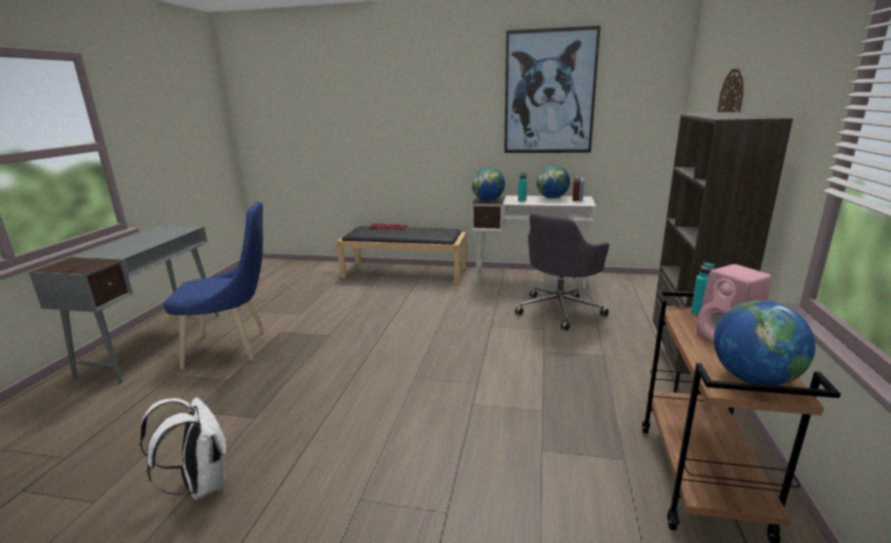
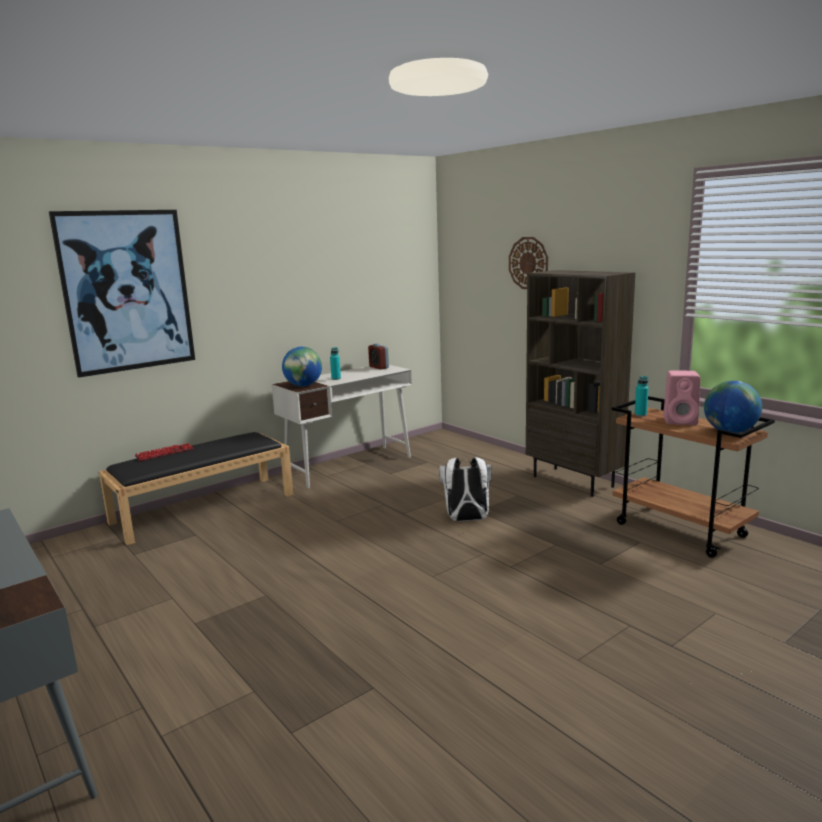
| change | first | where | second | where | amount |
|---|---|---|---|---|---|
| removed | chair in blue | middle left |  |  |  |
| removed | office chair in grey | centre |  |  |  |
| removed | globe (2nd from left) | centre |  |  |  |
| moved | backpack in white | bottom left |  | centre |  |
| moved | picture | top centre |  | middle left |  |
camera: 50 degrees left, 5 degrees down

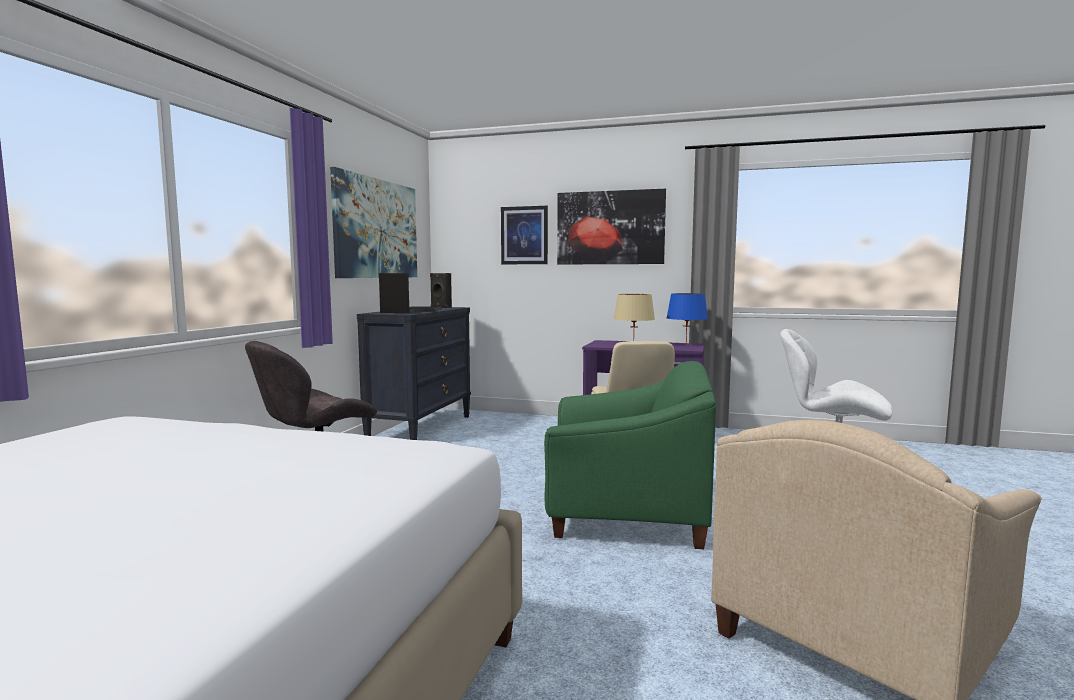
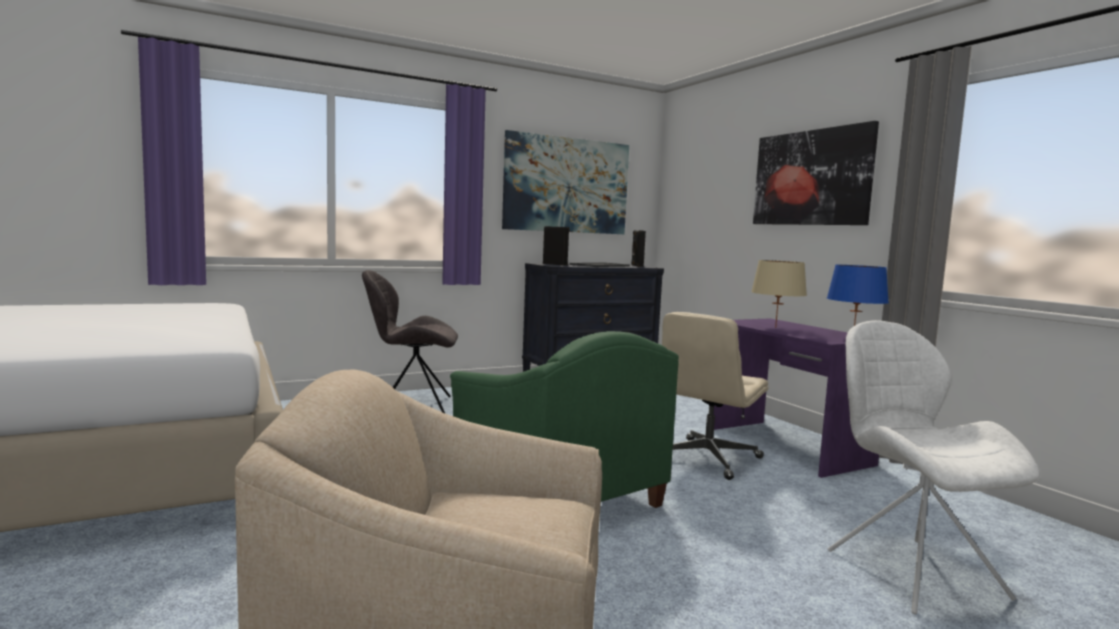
| change | first | where | second | where | amount |
|---|---|---|---|---|---|
| removed | picture (2nd from left) | centre |  |  |  |
camera: 45 degrees right, 0 degrees up

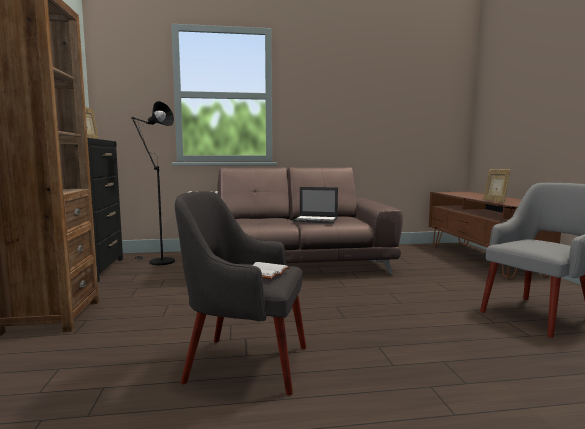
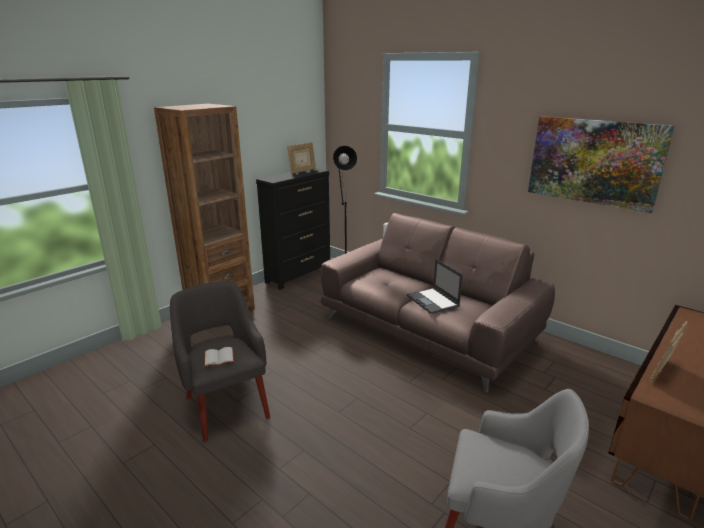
| change | first | where | second | where | amount |
|---|---|---|---|---|---|
| added |  |  | picture | top right |  |
camera: 50 degrees right, 15 degrees up

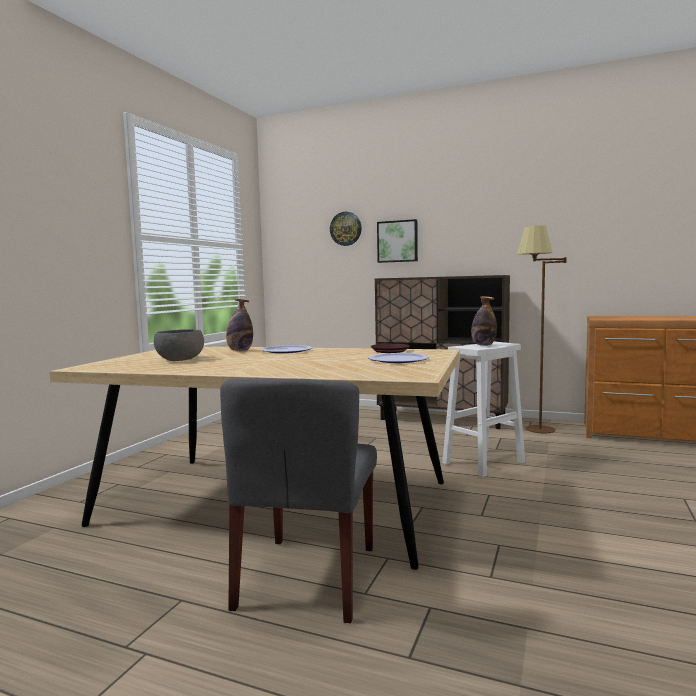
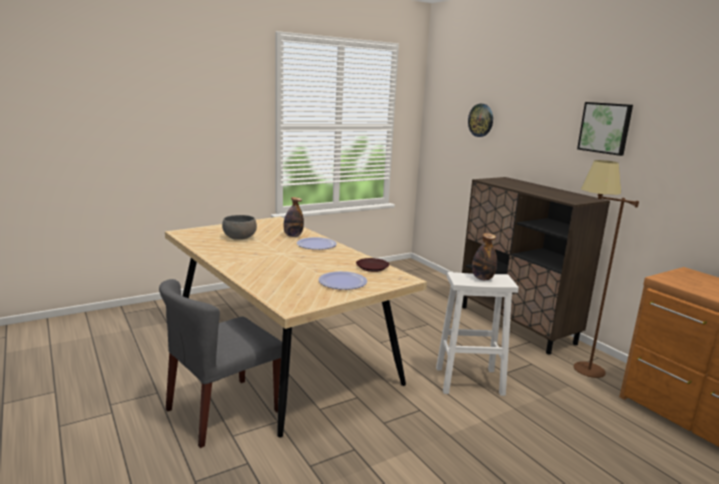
| change | first | where | second | where | amount |
|---|---|---|---|---|---|
| moved | picture | centre |  | top right |  |
camera: 35 degrees right, 10 degrees up

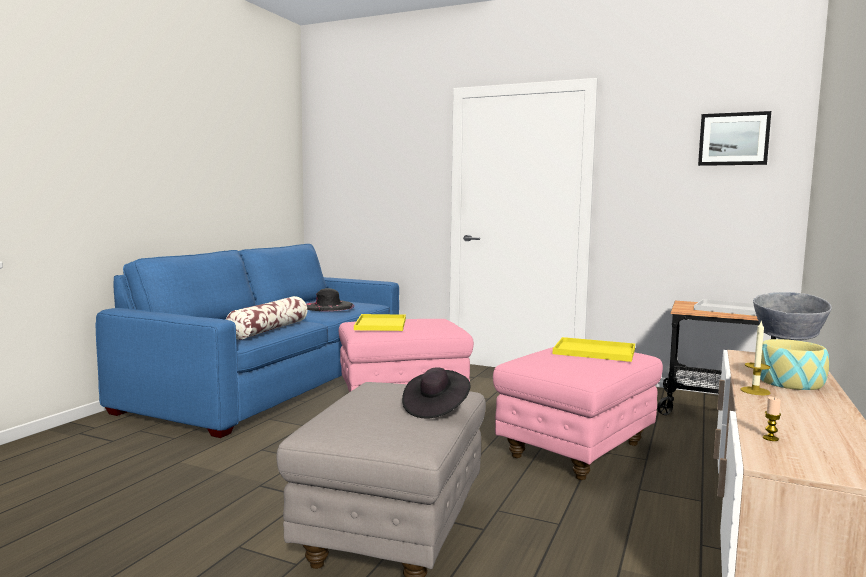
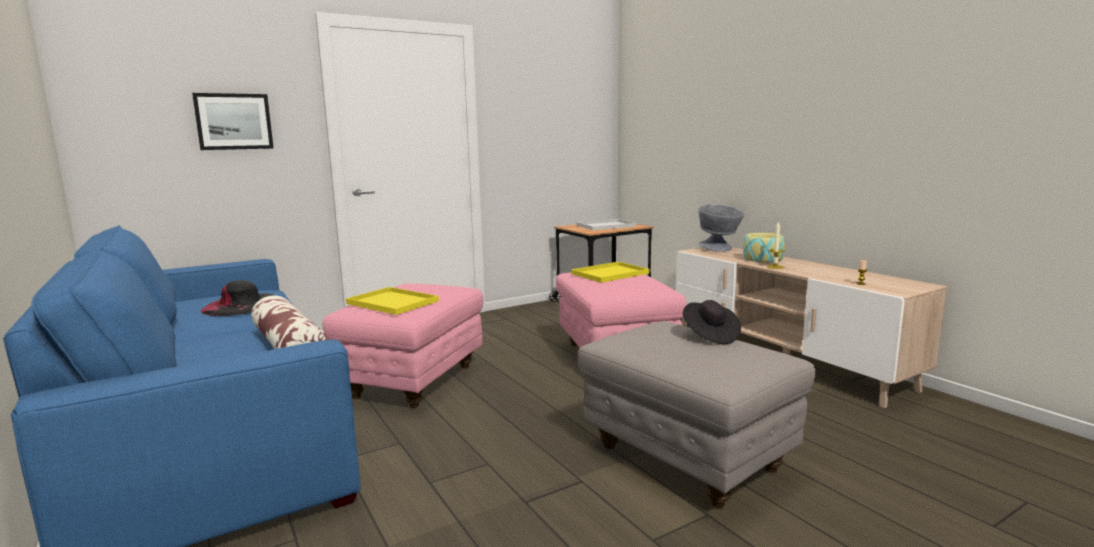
| change | first | where | second | where | amount |
|---|---|---|---|---|---|
| moved | picture | top right |  | top left |  |
camera: 55 degrees left, 5 degrees up

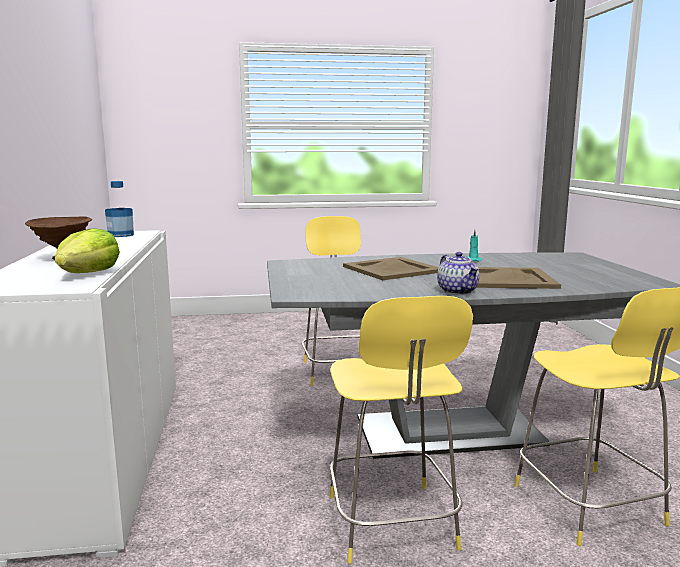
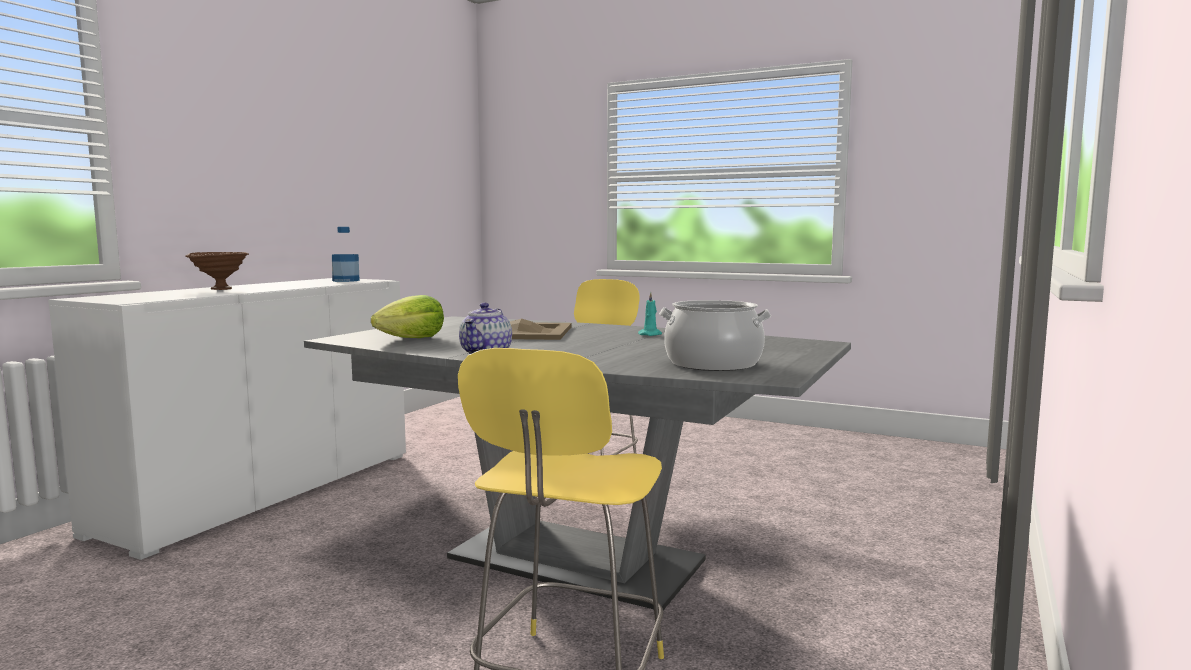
| change | first | where | second | where | amount |
|---|---|---|---|---|---|
| removed | stool in yellow (2nd from left) | bottom centre |  |  |  |
| removed | tray in beige (2nd from left) | middle right |  |  |  |
| added |  |  | cooking pot | centre |  |
| moved | lettuce | middle left |  | centre |  |
camera: 35 degrees right, 5 degrees down

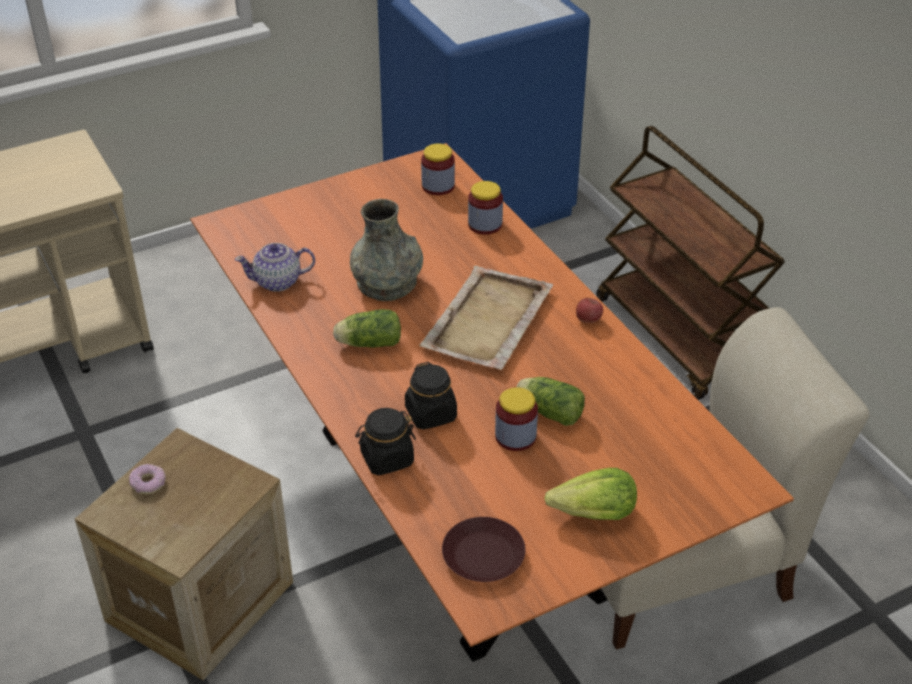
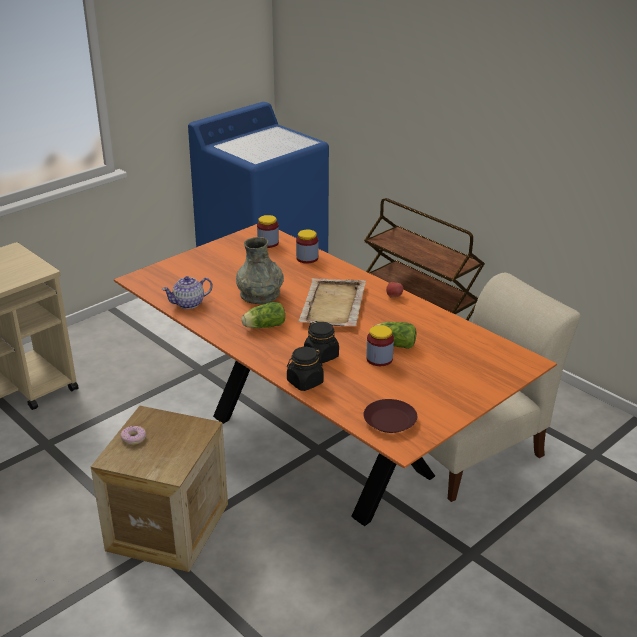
| change | first | where | second | where | amount |
|---|---|---|---|---|---|
| removed | lettuce (3rd from left) | bottom centre |  |  |  |
camera: 15 degrees left, 10 degrees down

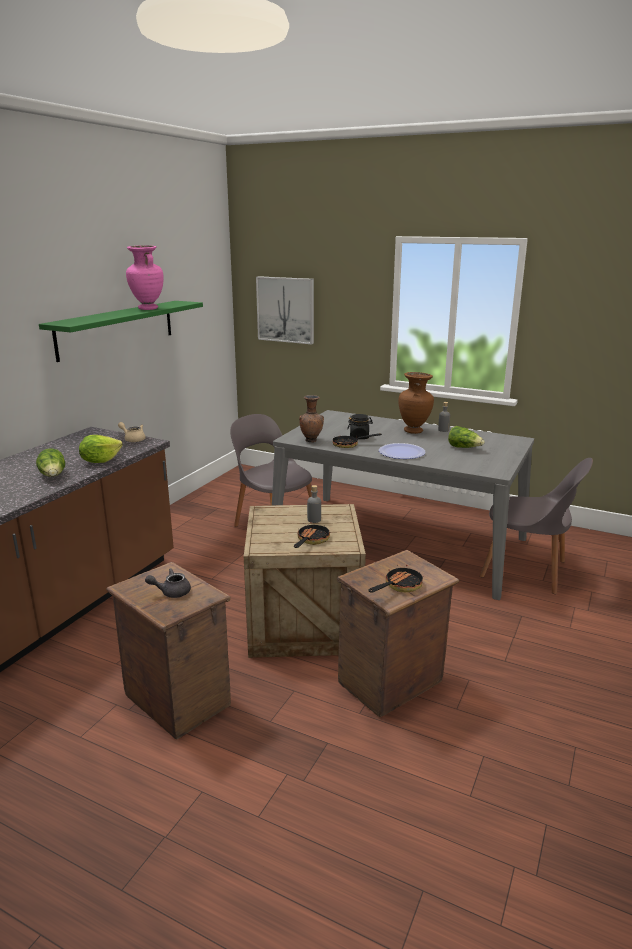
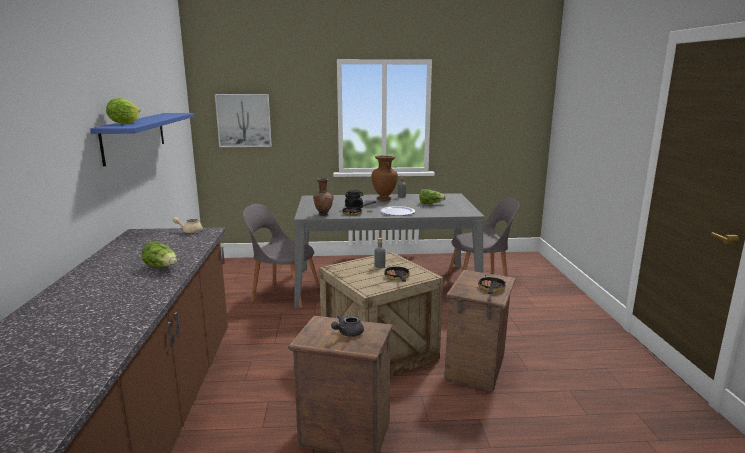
| change | first | where | second | where | amount |
|---|---|---|---|---|---|
| removed | vase in pink | top left |  |  |  |
| moved | lettuce (2nd from left in the first image) | middle left | lettuce (1st from left) | top left |  |
| recoloured | shelf in green | middle left | shelf in blue | top left |  |
camera: 30 degrees left, 5 degrees down

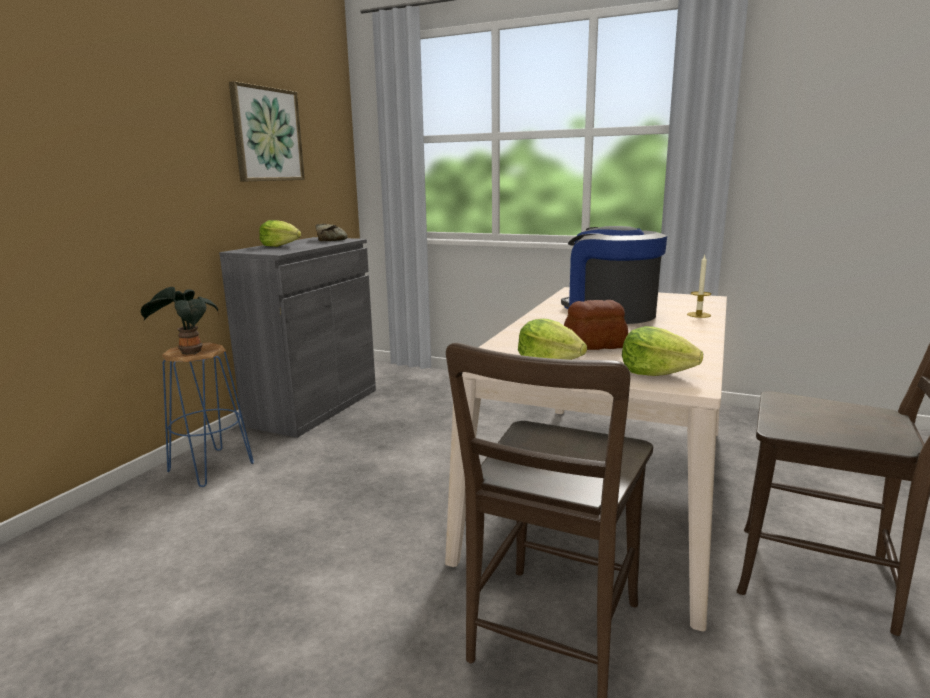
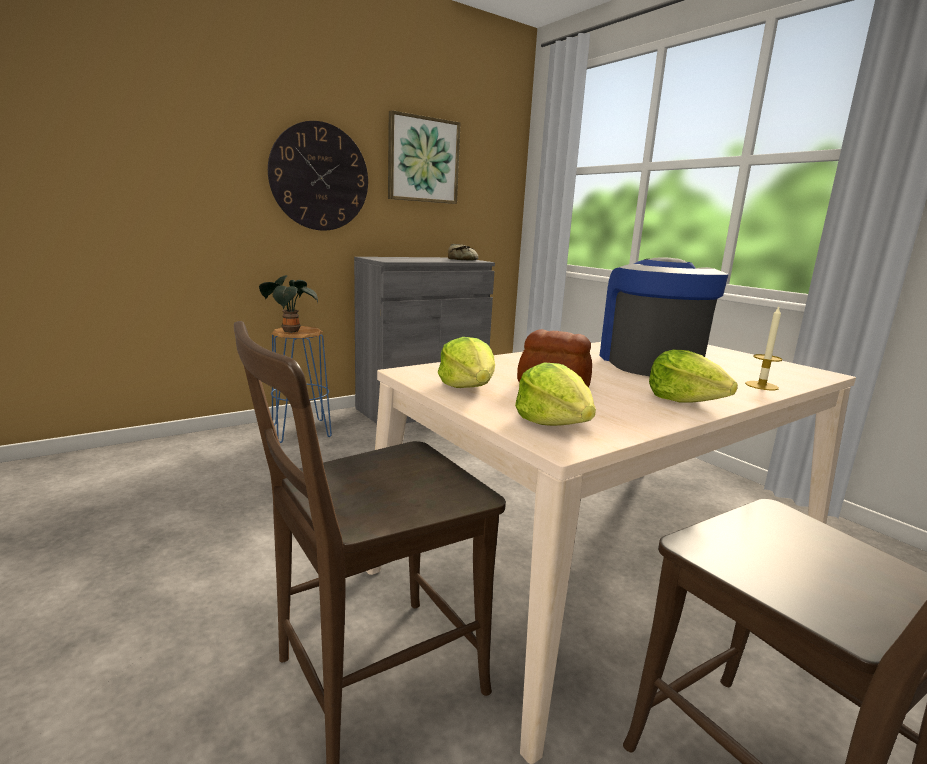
| change | first | where | second | where | amount |
|---|---|---|---|---|---|
| added |  |  | wall clock | top centre |  |
| moved | lettuce (1st from left in the first image) | middle left | lettuce (3rd from left) | middle right |  |
camera: 30 degrees right, 0 degrees up

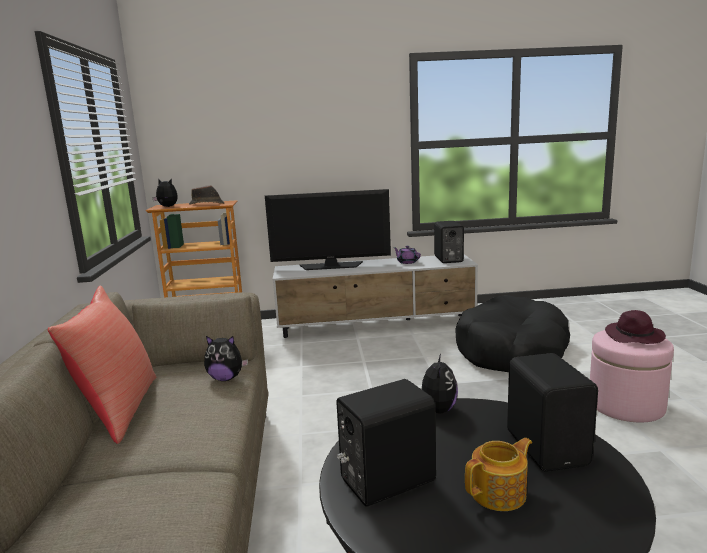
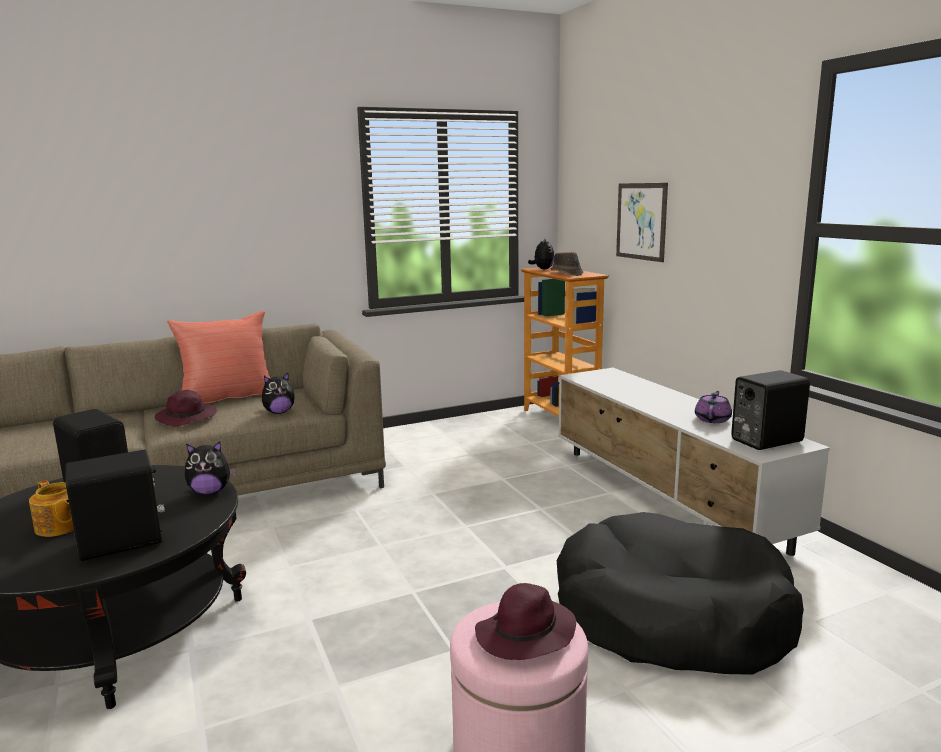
| change | first | where | second | where | amount |
|---|---|---|---|---|---|
| removed | television | centre |  |  |  |
| added |  |  | hat in purple (1st from left) | middle left |  |
| added |  |  | picture | top right |  |
| turned | plush toy (2nd from left) | middle left |  | middle left | 105 degrees counterclockwise |
camera: 70 degrees right, 0 degrees up

